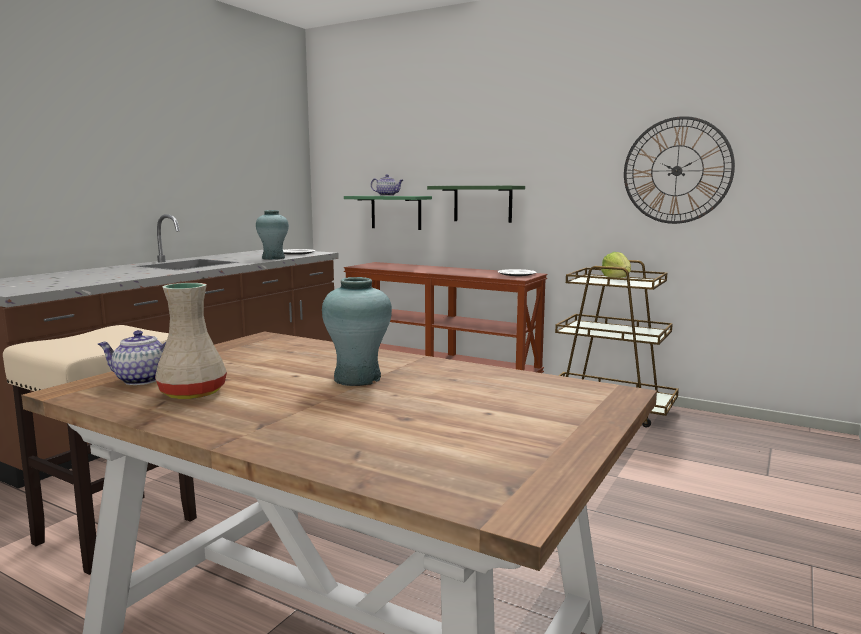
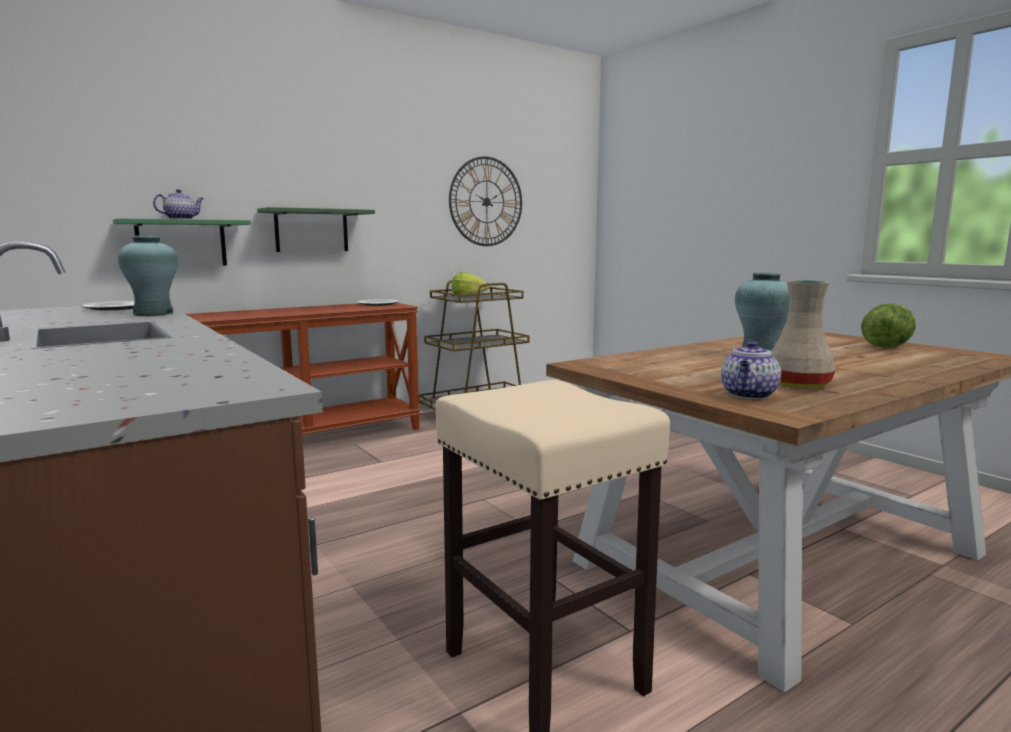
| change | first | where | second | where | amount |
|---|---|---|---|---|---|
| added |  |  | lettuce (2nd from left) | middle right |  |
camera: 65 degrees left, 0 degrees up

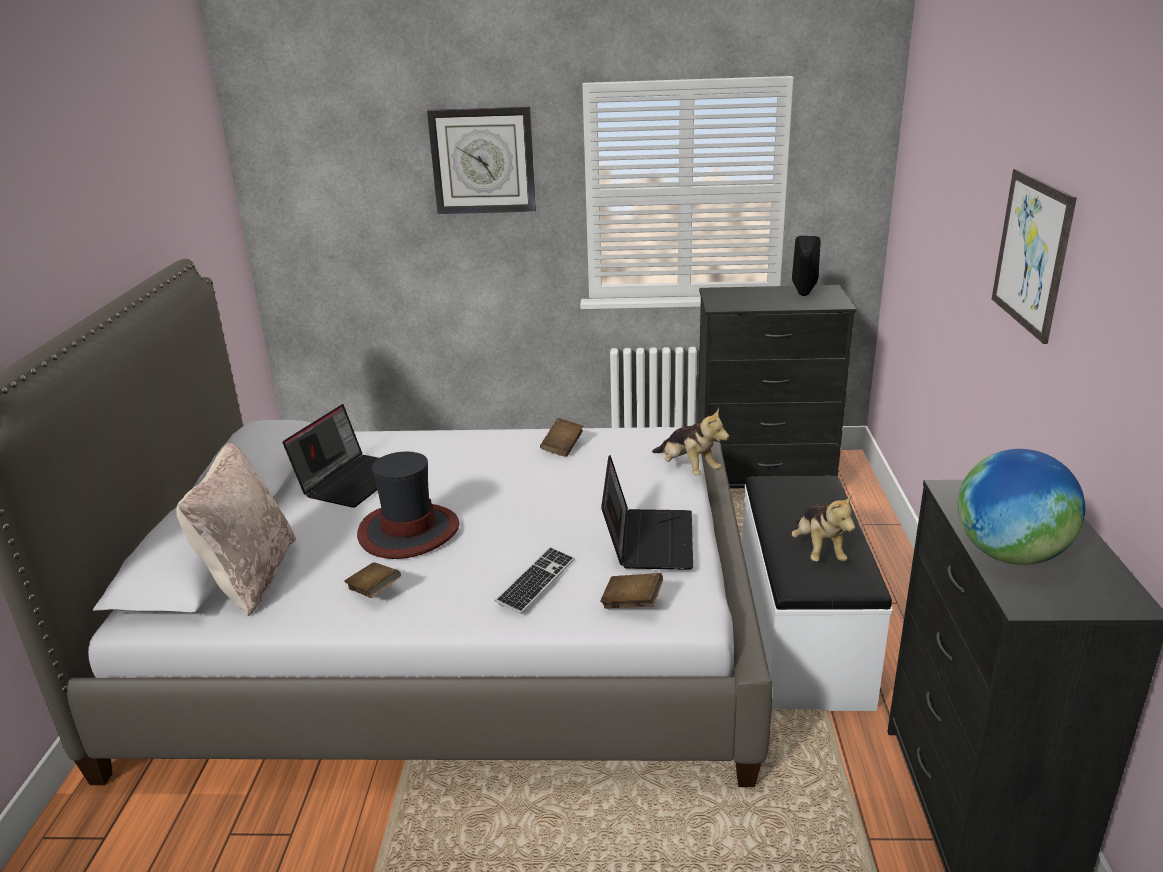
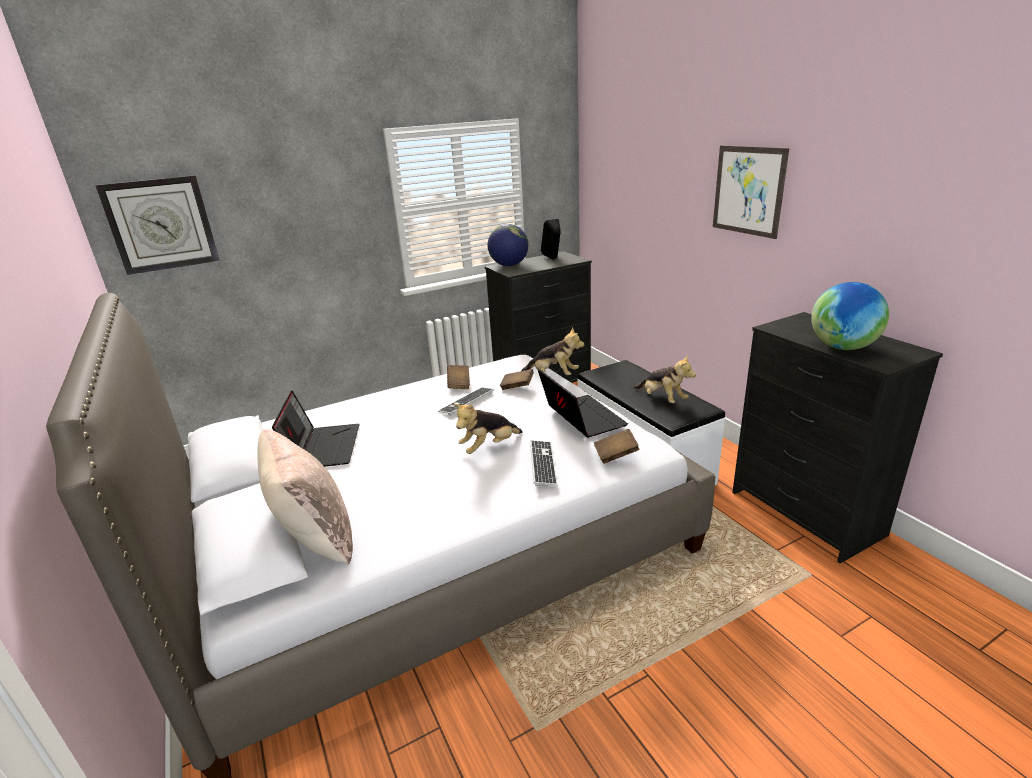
| change | first | where | second | where | amount |
|---|---|---|---|---|---|
| removed | hat | centre |  |  |  |
| added |  |  | keyboard (1st from left) | centre |  |
| added |  |  | plush toy (1st from left) | centre |  |
| added |  |  | globe (1st from left) | top centre |  |
| moved | book in brown (1st from left in the first image) | middle left | book in brown (2nd from left) | centre |  |
| moved | wall clock | top centre |  | top left |  |
camera: 30 degrees left, 0 degrees up

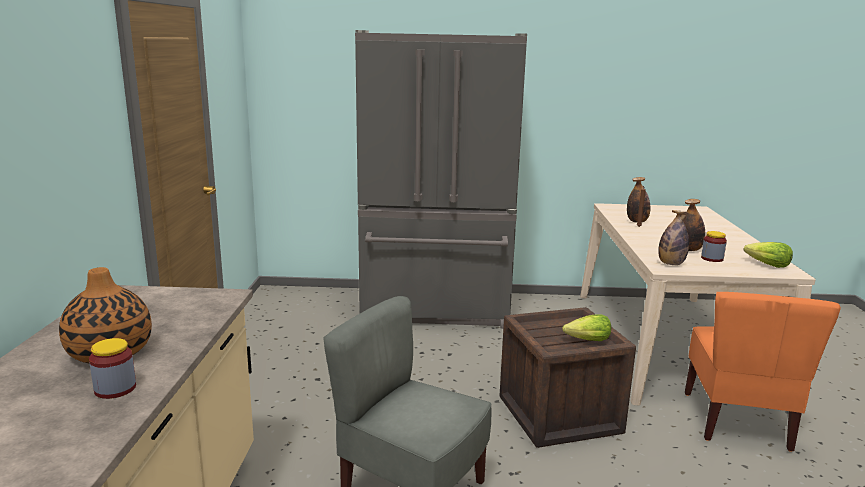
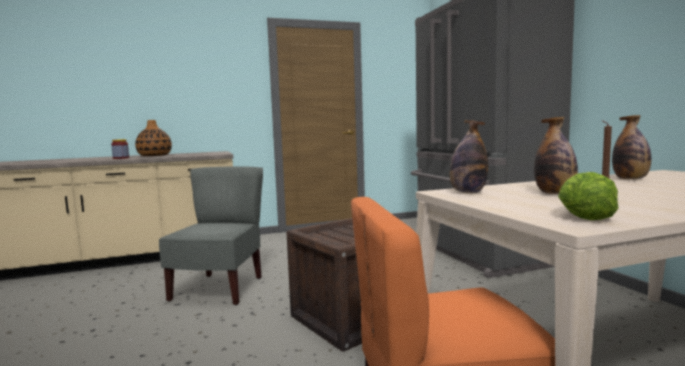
| change | first | where | second | where | amount |
|---|---|---|---|---|---|
| removed | lettuce (1st from left) | bottom right |  |  |  |
| removed | jar (2nd from left) | middle right |  |  |  |
camera: 70 degrees right, 10 degrees down

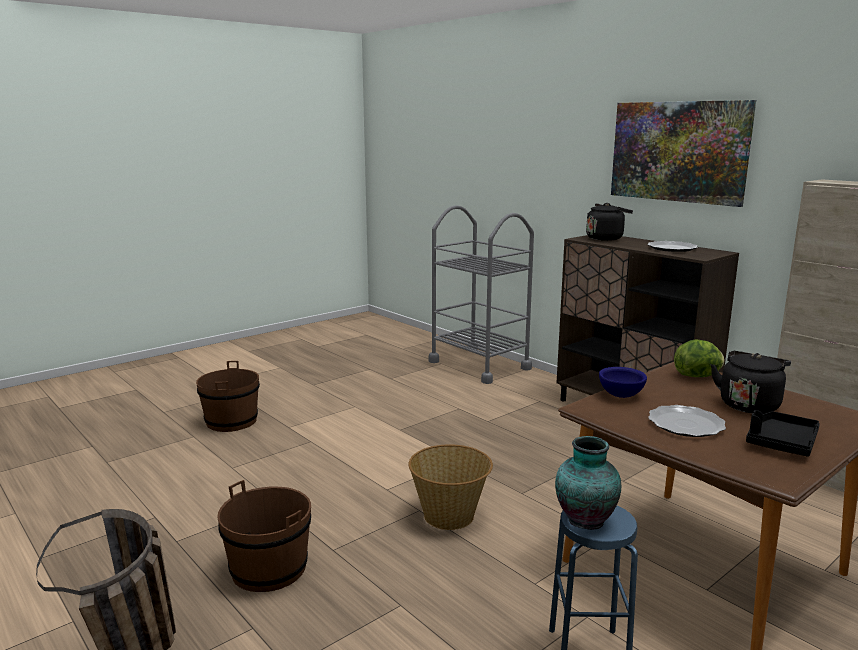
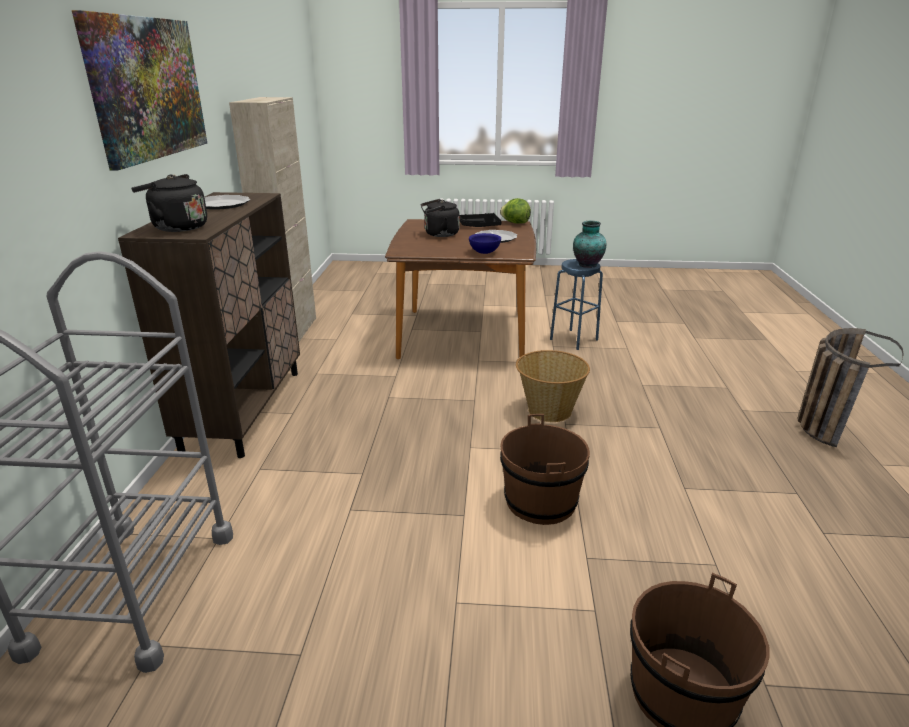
| change | first | where | second | where | amount |
|---|---|---|---|---|---|
| moved | bucket in brown (2nd from left in the first image) | bottom left | bucket in brown (1st from left) | centre |  |
| moved | lettuce | middle right |  | top centre |  |
camera: 135 degrees left, 10 degrees up

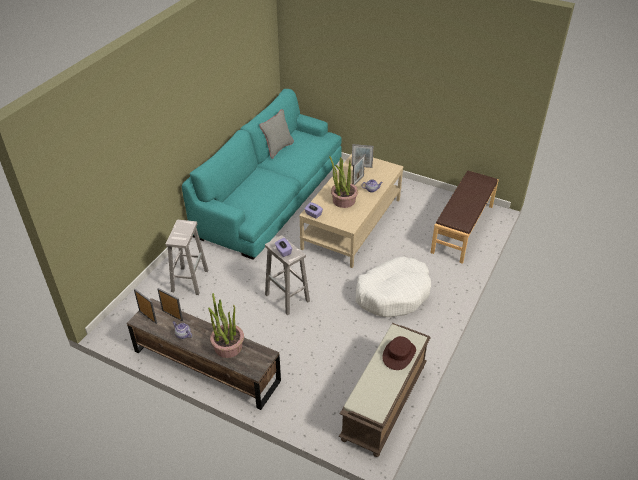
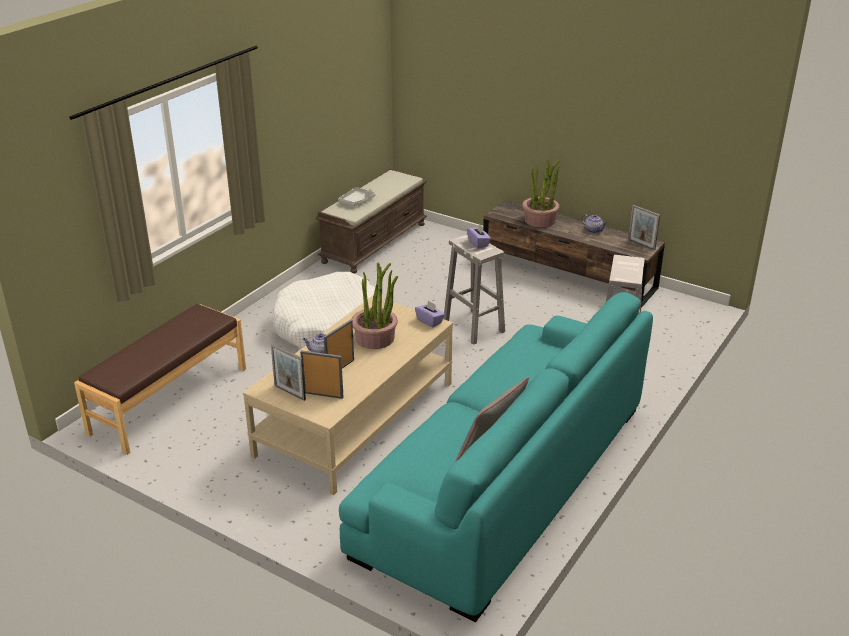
| change | first | where | second | where | amount |
|---|---|---|---|---|---|
| moved | picture frame (2nd from left in the first image) | middle left | picture frame (1st from left) | centre |  |
| replaced | hat in brown | bottom centre | tray in grey | top centre |  |
camera: 175 degrees left, 10 degrees down

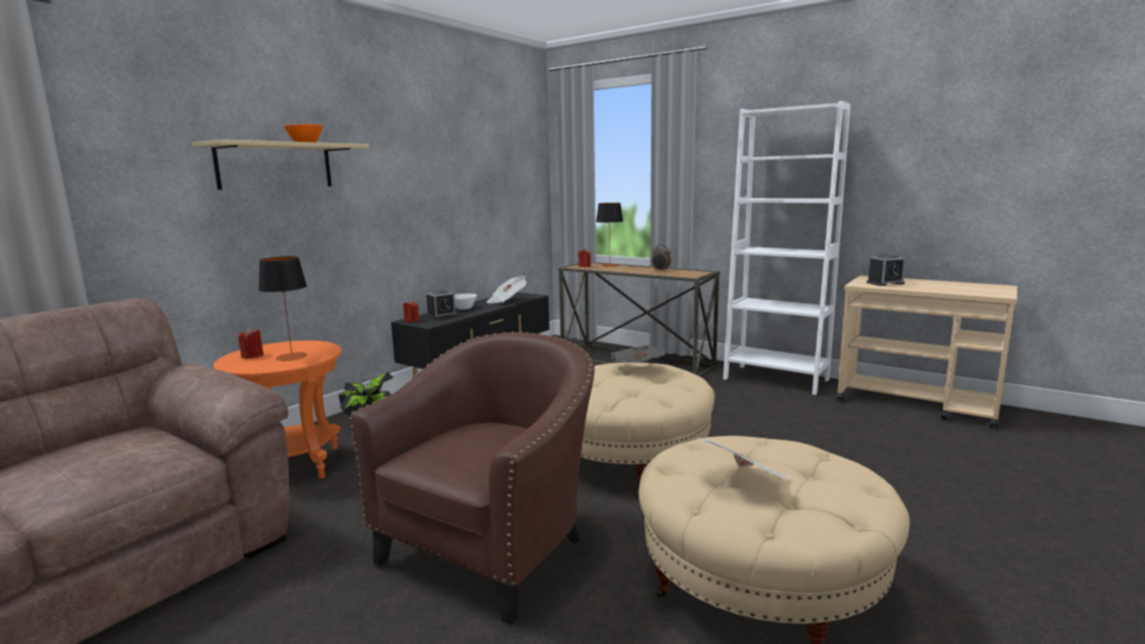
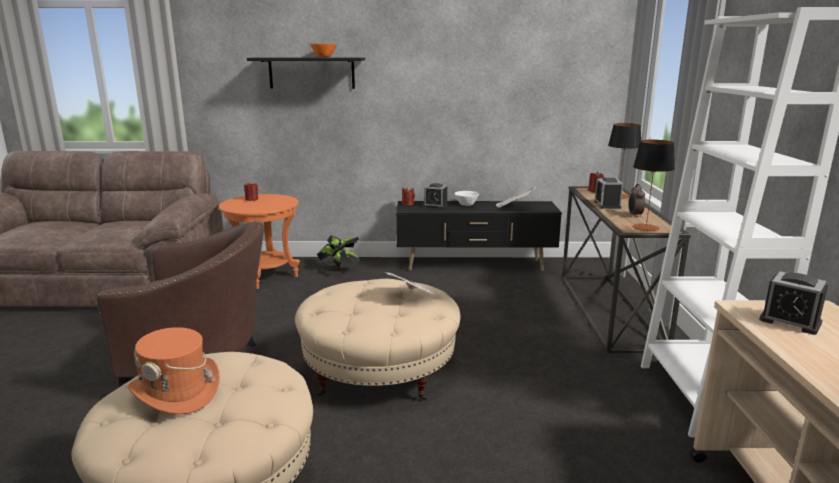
| change | first | where | second | where | amount |
|---|---|---|---|---|---|
| added |  |  | alarm clock (2nd from left) | middle right |  |
| moved | table lamp (1st from left in the first image) | middle left | table lamp (2nd from left) | middle right |  |
| replaced | newspaper (3rd from left) | bottom centre | hat in orange | bottom left |  |
| recoloured | shelf in beige | top left | shelf in black | top centre |  |
camera: 55 degrees right, 5 degrees up

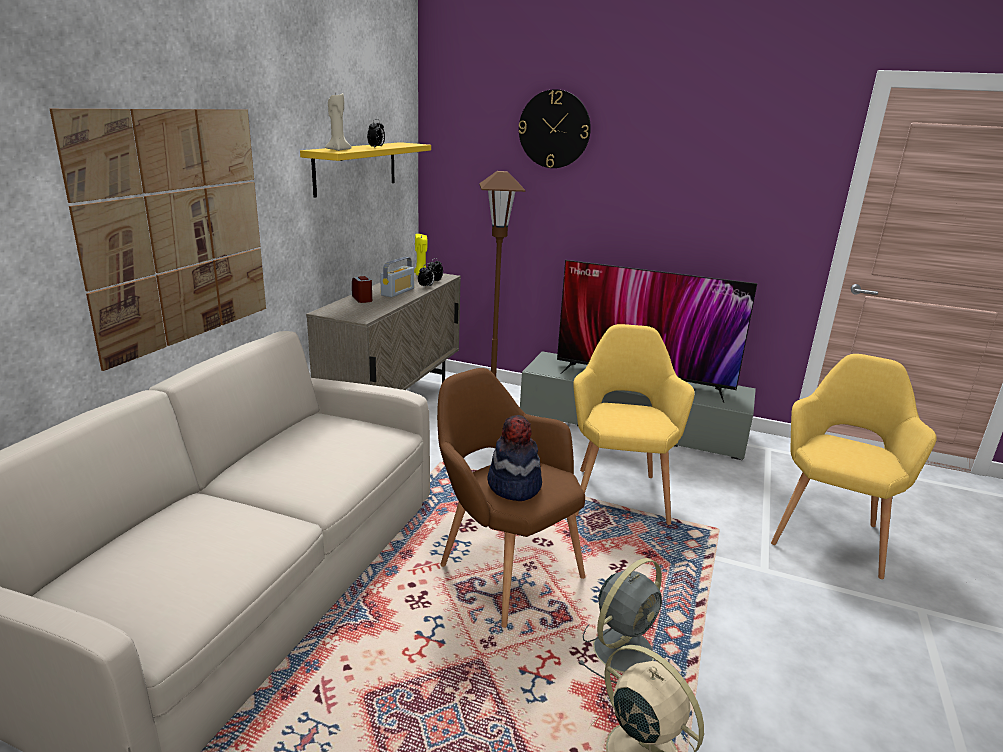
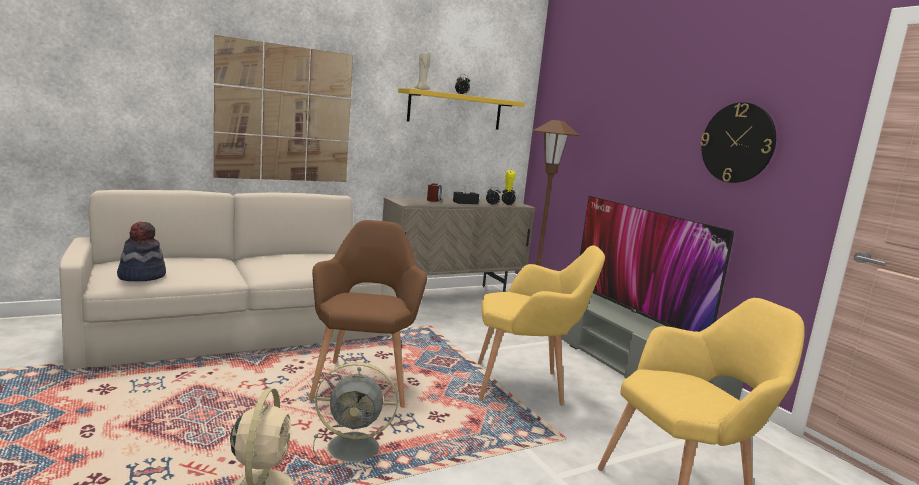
| change | first | where | second | where | amount |
|---|---|---|---|---|---|
| moved | hat | centre |  | middle left |  |
| moved | wall clock | top centre |  | top right |  |
| replaced | radio | centre | tissue box in black | centre |  |
| turned | armchair in yellow (1st from left) | centre |  | bottom centre | 45 degrees clockwise |
camera: 40 degrees right, 10 degrees down

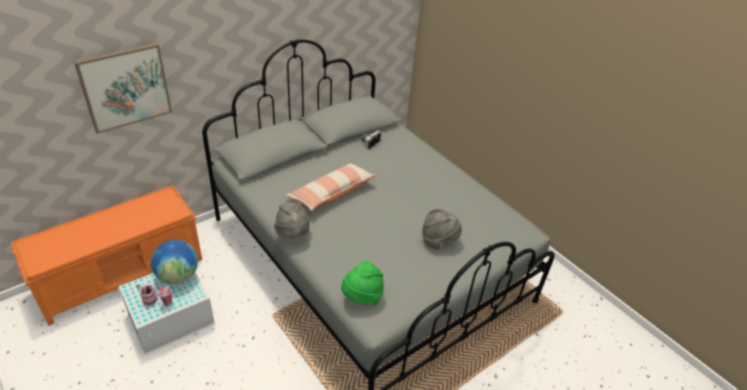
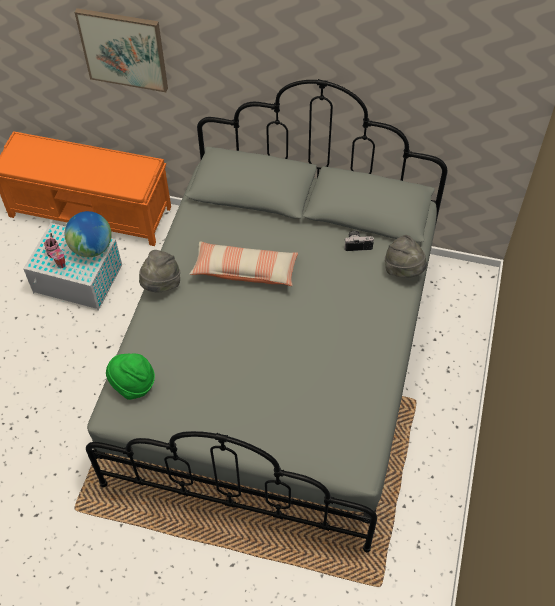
| change | first | where | second | where | amount |
|---|---|---|---|---|---|
| moved | hat in grey (2nd from left) | centre |  | middle right |  |
camera: 55 degrees right, 15 degrees up

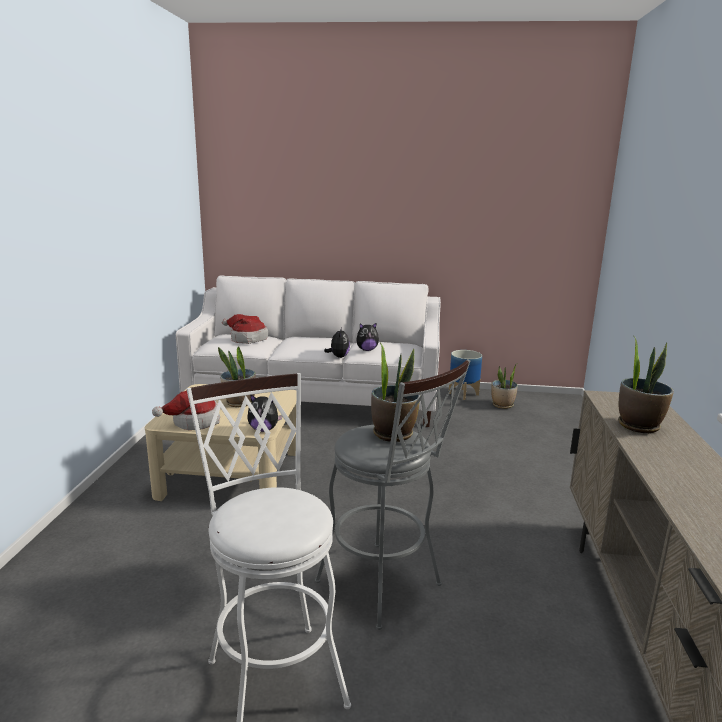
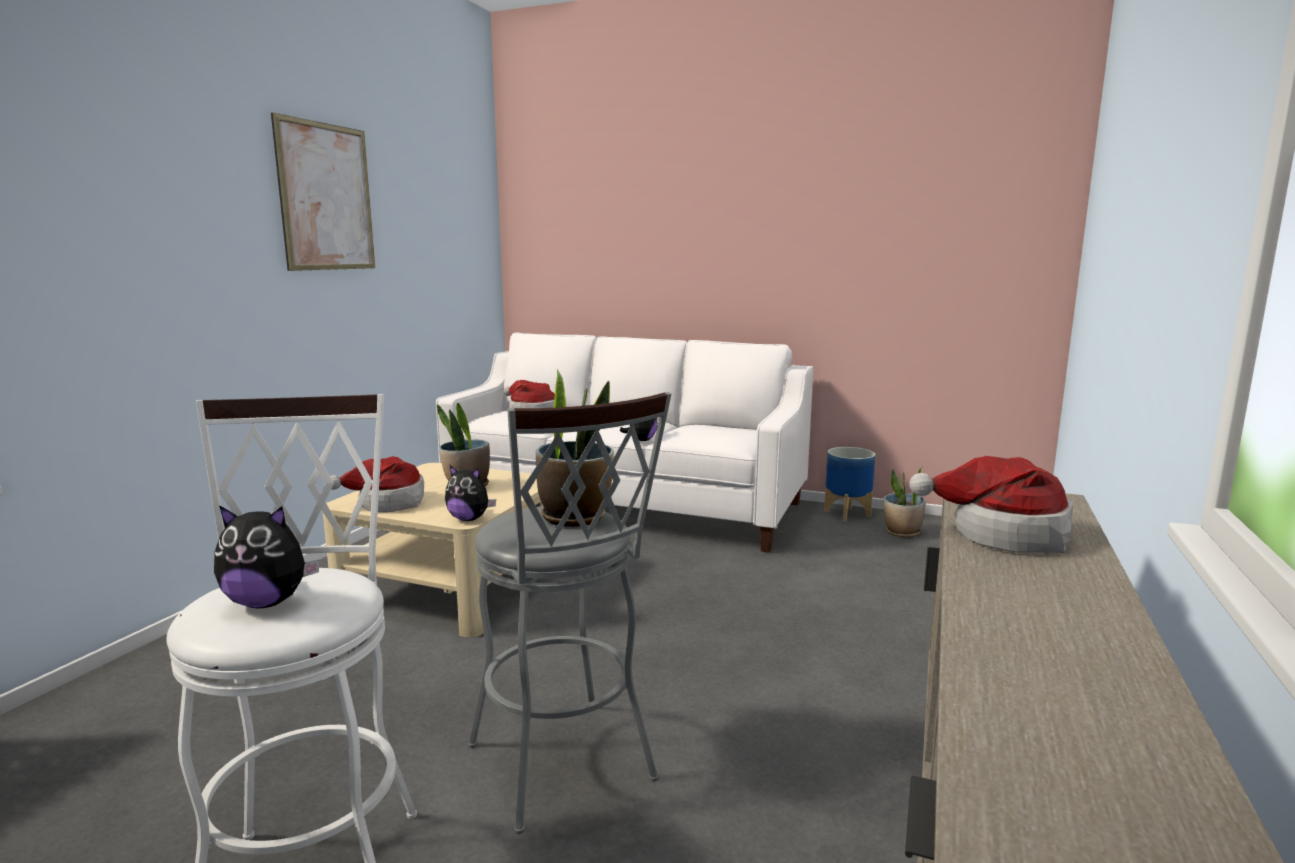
| change | first | where | second | where | amount |
|---|---|---|---|---|---|
| added |  |  | picture | top left |  |
| moved | plush toy (3rd from left in the first image) | centre | plush toy (1st from left) | middle left |  |
| replaced | potted plant (4th from left) | middle right | hat (3rd from left) | middle right |  |
camera: 15 degrees right, 5 degrees down

